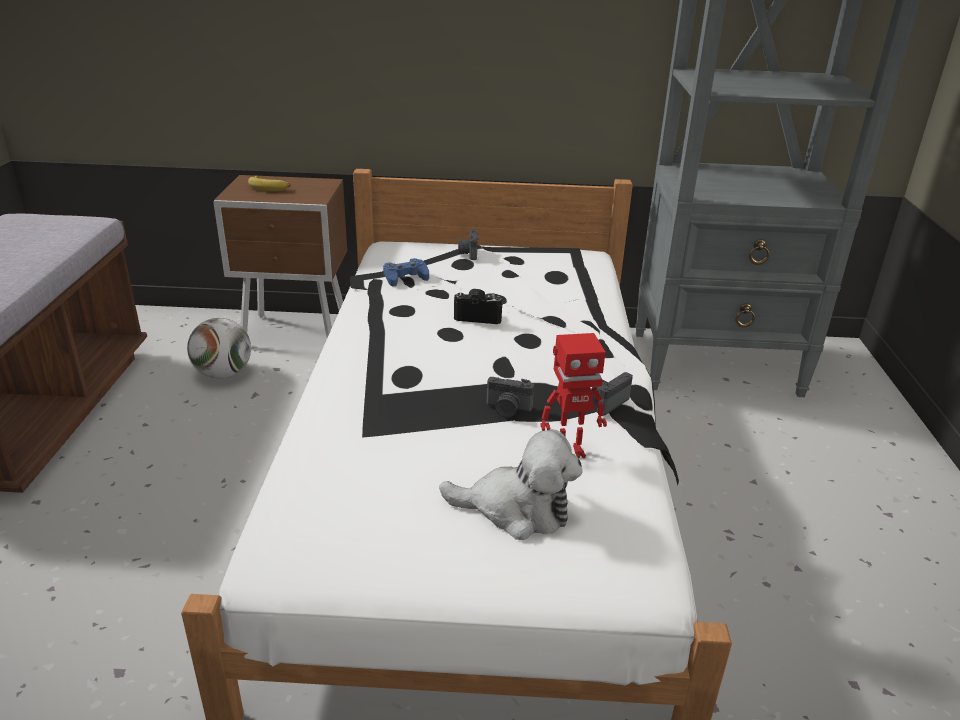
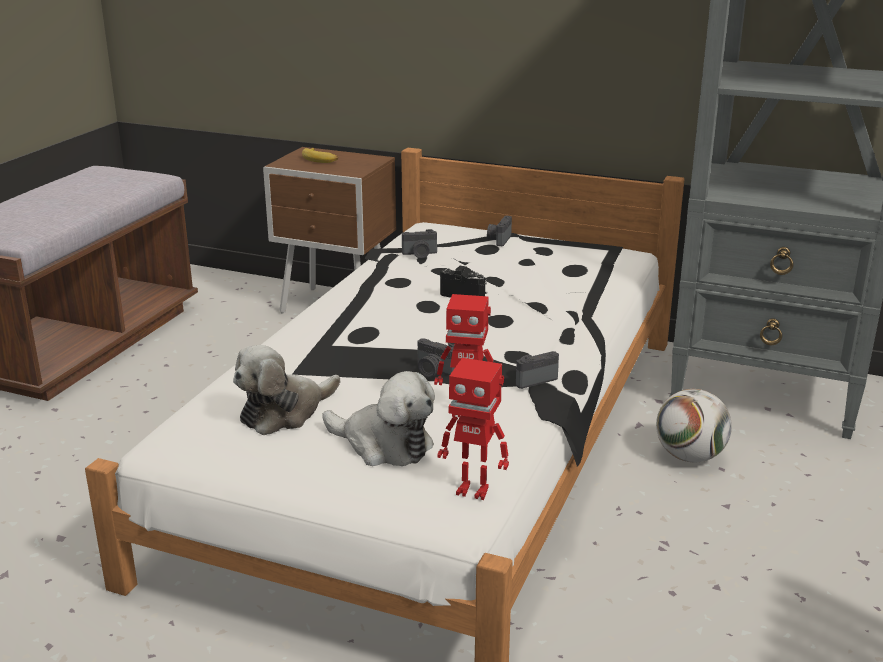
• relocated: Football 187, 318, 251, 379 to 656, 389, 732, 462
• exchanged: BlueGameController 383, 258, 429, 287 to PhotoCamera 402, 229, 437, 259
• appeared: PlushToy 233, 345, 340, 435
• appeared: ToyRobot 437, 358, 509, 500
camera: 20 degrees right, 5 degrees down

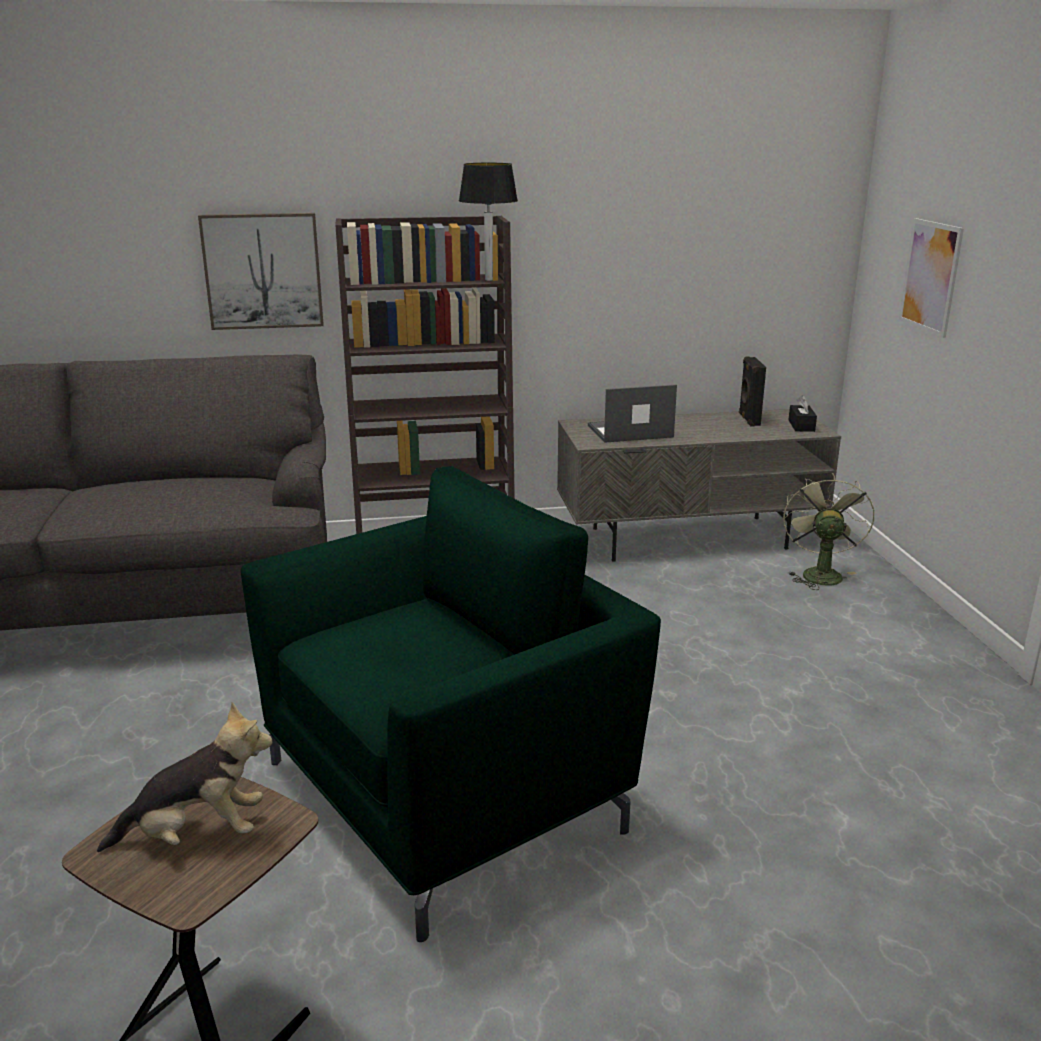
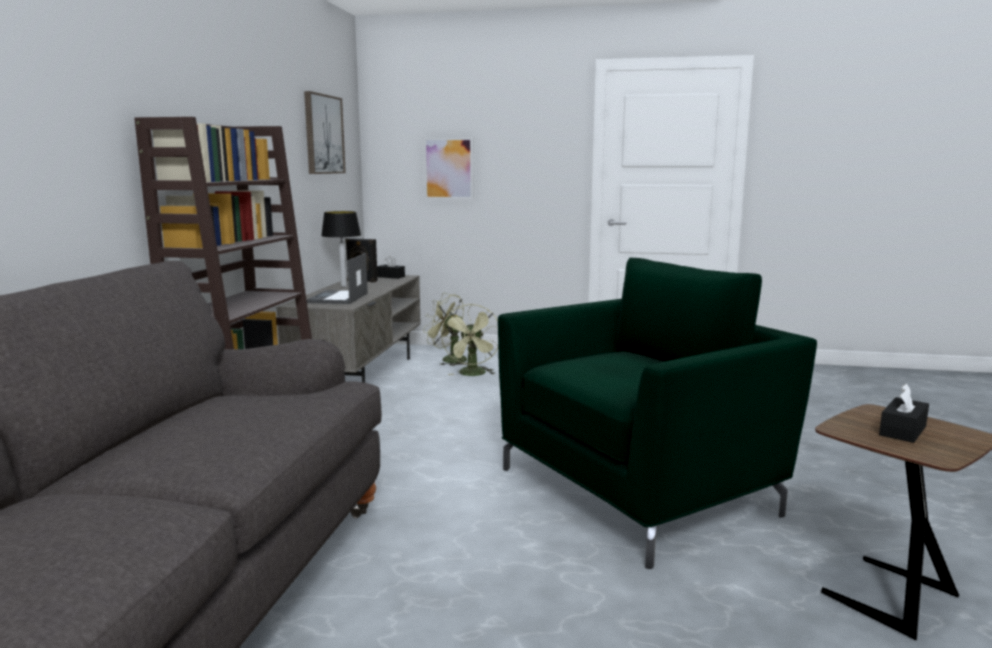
• exchanged: PlushToy 97, 702, 273, 852 to BlackTissueBox 879, 383, 929, 443
• relocated: Picture 198, 213, 324, 330 to 304, 91, 346, 174
• spun: GreenArmchair 241, 466, 661, 942 = 498, 258, 817, 569 75 degrees clockwise
• relocated: TableLamp 459, 163, 518, 281 to 321, 211, 361, 287
• appeared: GreenFan 441, 304, 498, 376
camera: 70 degrees left, 10 degrees down

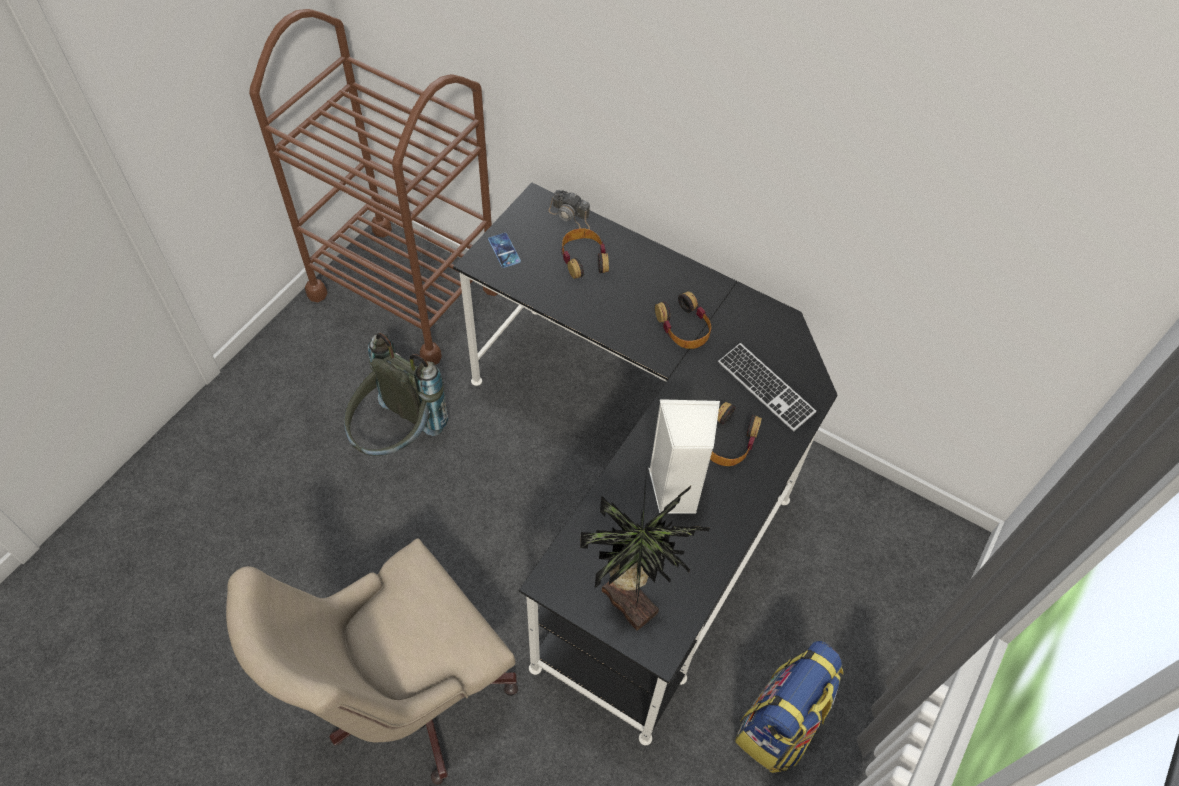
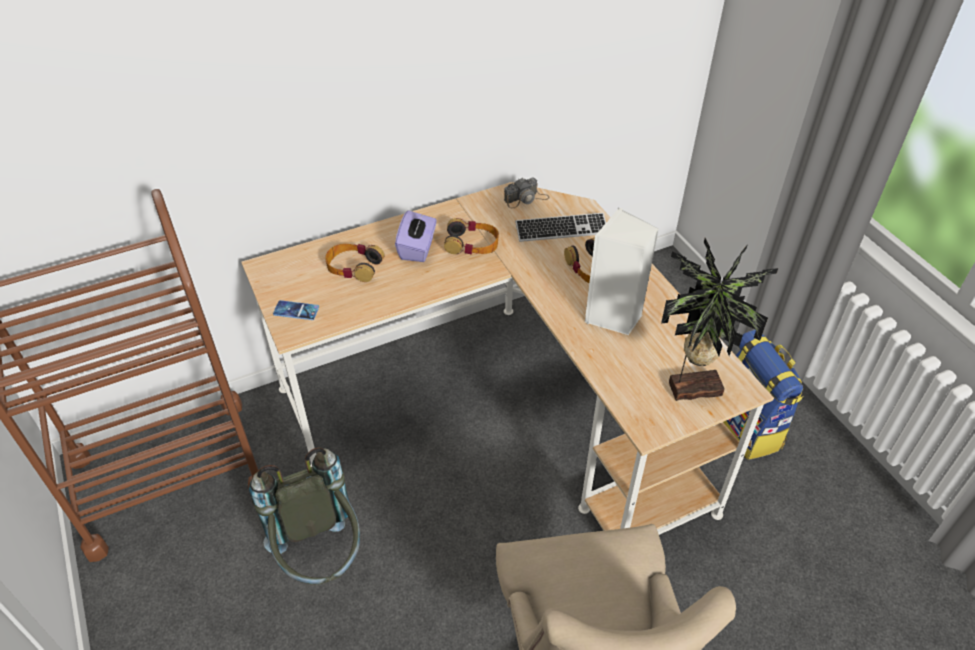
• colour: BlackDesk 453, 182, 837, 745 to BeigeDesk 241, 182, 774, 535
• relocated: PhotoCamera 548, 190, 590, 229 to 504, 177, 550, 208
• appeared: PurpleTissueBox 395, 210, 437, 262
camera: 55 degrees left, 10 degrees down

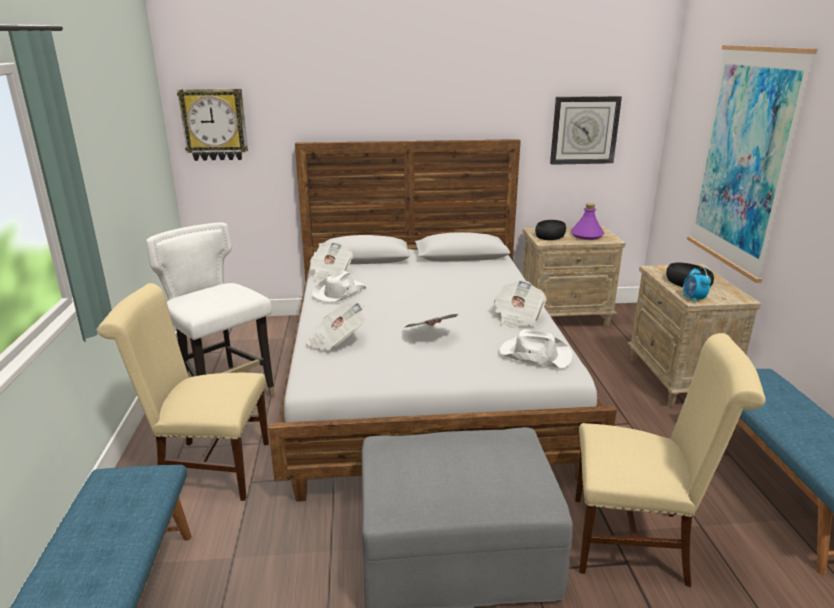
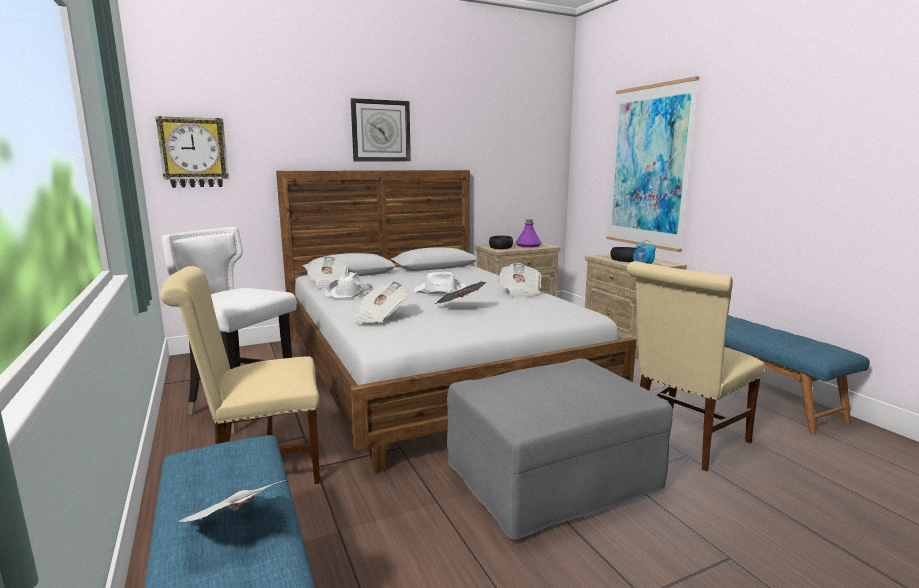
• relocated: WhiteHat 499, 329, 572, 368 to 414, 272, 466, 294
• relocated: WallClock 550, 96, 622, 165 to 351, 98, 411, 162
• spun: BeigeChair 575, 333, 766, 587 = 627, 261, 765, 471 150 degrees clockwise
• appeared: Newspaper 179, 480, 286, 522
camera: 20 degrees left, 10 degrees down

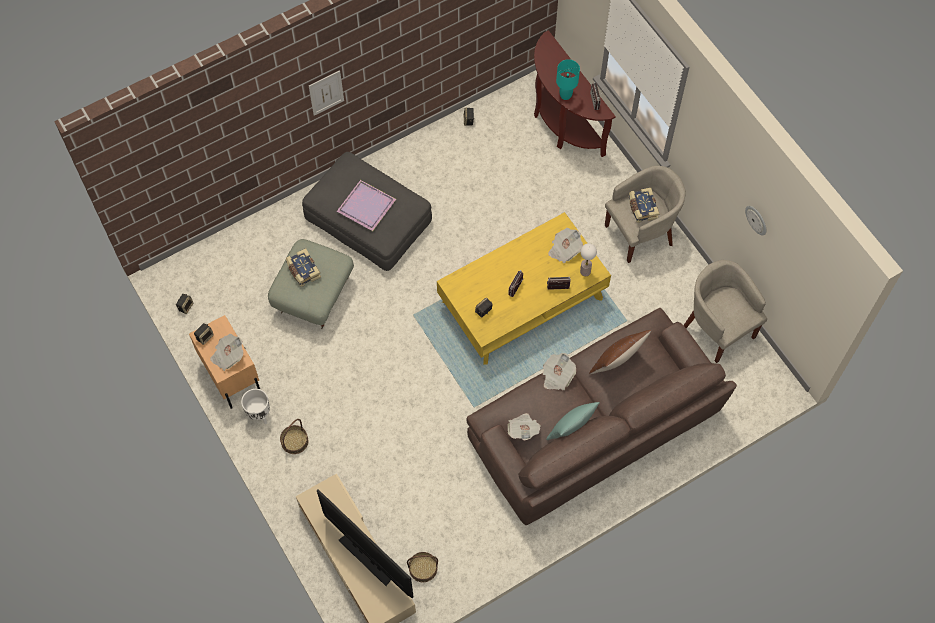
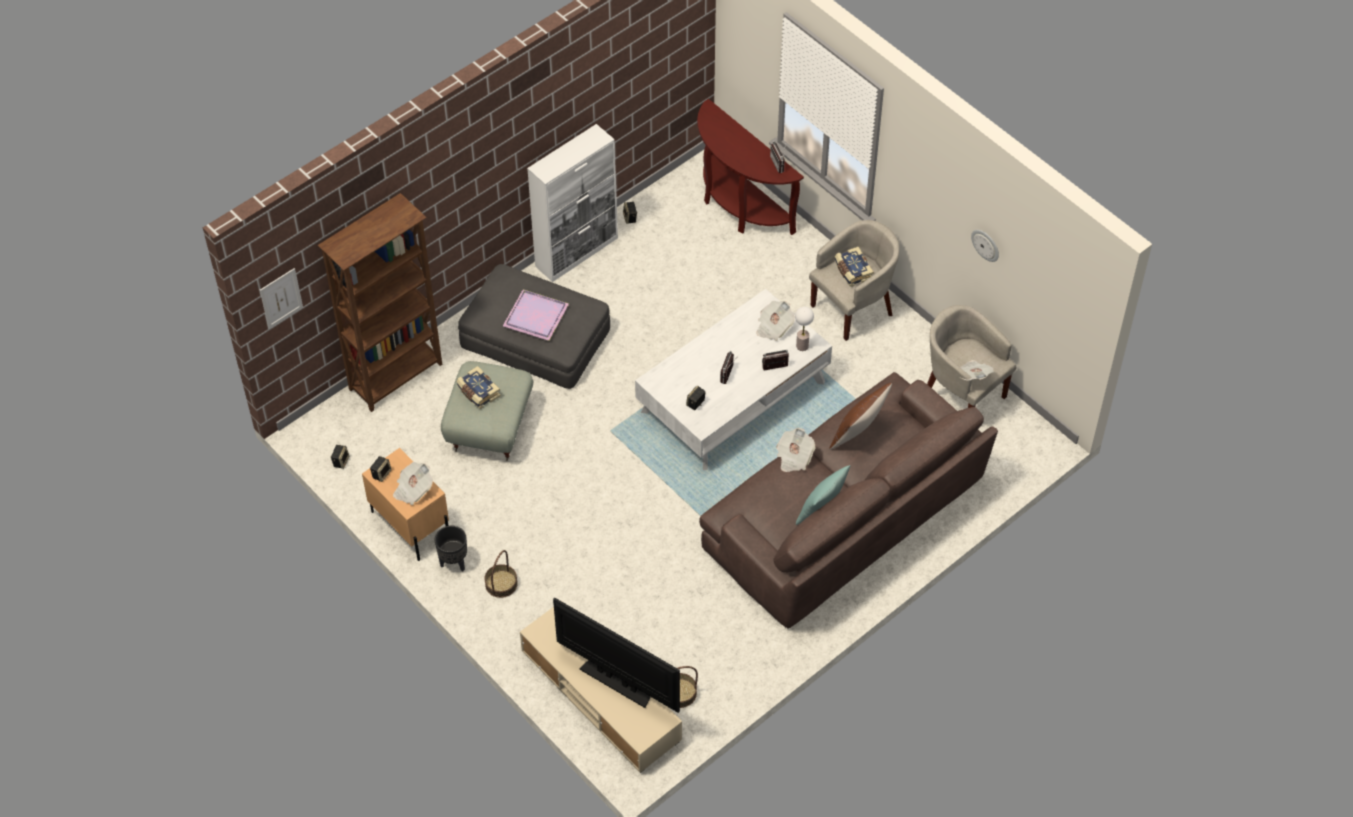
• colour: WhitePlanter 241, 389, 270, 424 to BlackPlanter 435, 526, 467, 572
• relocated: Picture 309, 70, 344, 116 to 260, 268, 303, 329
• colour: YellowCoffeeTable 437, 212, 611, 365 to WhiteCoffeeTable 635, 289, 832, 470
• relocated: Newspaper 508, 413, 541, 440 to 960, 360, 994, 380
• missing: TurquoiseTableLamp 556, 59, 580, 100
• appeared: BrownBookcase 318, 193, 442, 412
• appeared: WhiteCabinet 527, 124, 618, 282
camera: 10 degrees left, 10 degrees down

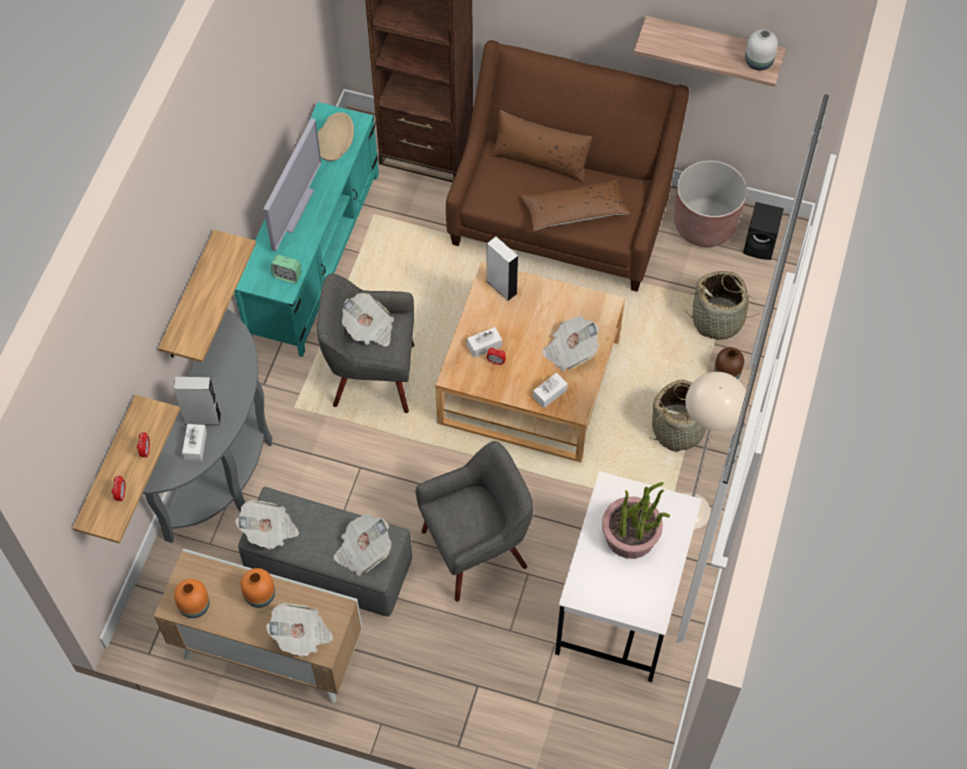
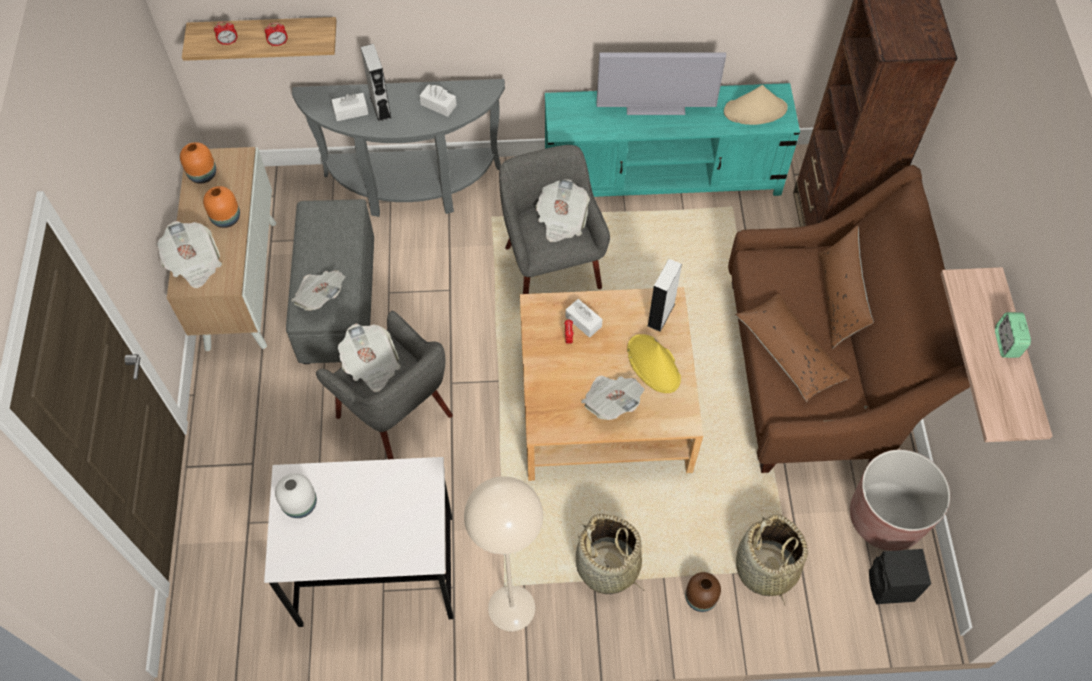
• missing: Shelf 158, 230, 256, 362
• relocated: Newspaper 235, 500, 299, 550 to 338, 324, 401, 392
• relocated: AlarmClock 271, 255, 302, 284 to 995, 312, 1031, 358
• relocated: WhiteTissueBox 533, 373, 568, 408 to 419, 84, 457, 117
• missing: PottedPlant 602, 482, 670, 559
• relocated: WhiteVase 745, 29, 778, 70 to 275, 473, 317, 518
• appeared: YellowHat 627, 334, 681, 393
camera: 70 degrees right, 0 degrees up

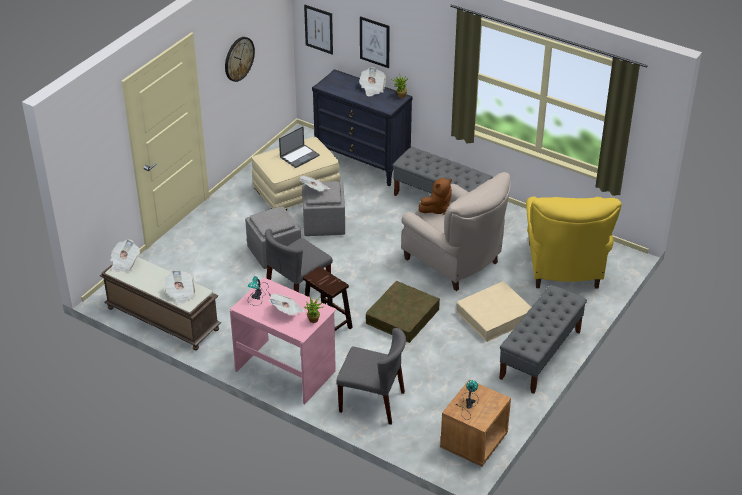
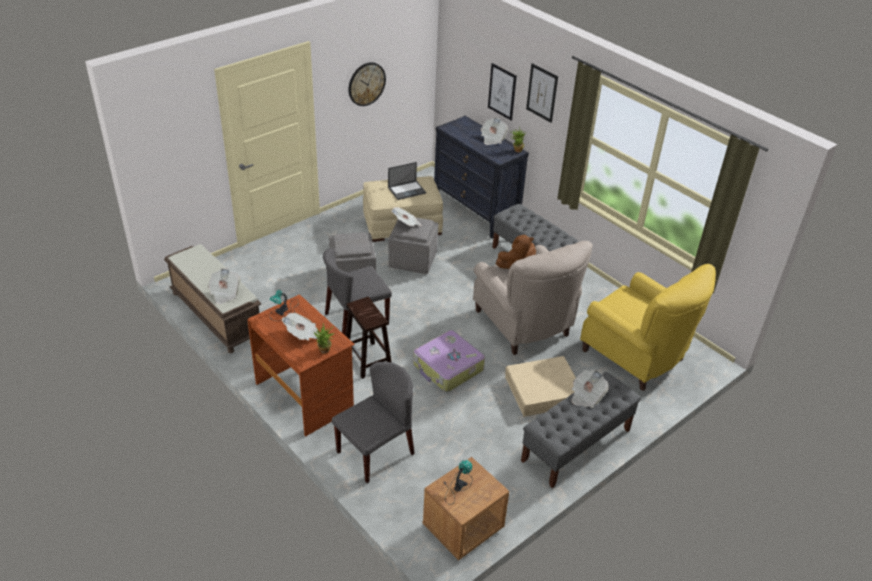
• relocated: Newspaper 110, 239, 140, 272 to 571, 370, 609, 408
• colour: PinkDesk 230, 278, 336, 404 to BrownDesk 247, 294, 354, 436
• relocated: Picture 304, 5, 333, 55 to 526, 63, 558, 123
• spun: GreyChair 336, 328, 406, 425 = 332, 362, 415, 483 75 degrees counterclockwise
• exchanged: BrownStorageBox 366, 281, 440, 343 to Suitcase 413, 330, 485, 392
• spun: YellowArmchair 526, 197, 622, 289 = 580, 264, 716, 391 60 degrees counterclockwise
camera: 15 degrees right, 0 degrees up

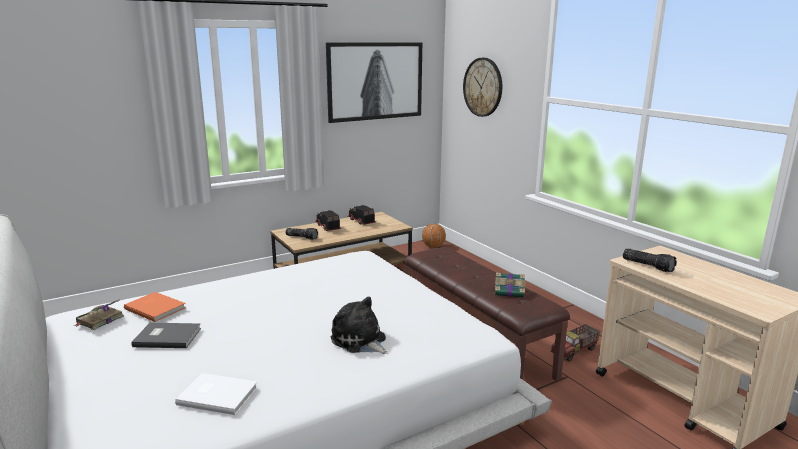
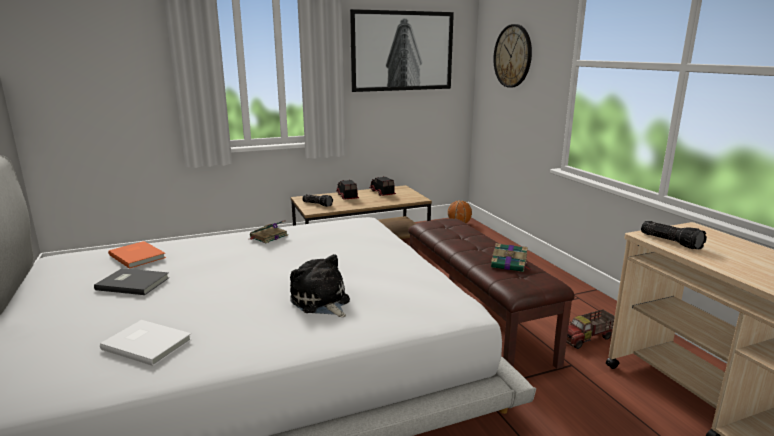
• relocated: Book 74, 299, 124, 330 to 250, 220, 288, 244
camera: 10 degrees right, 0 degrees up

